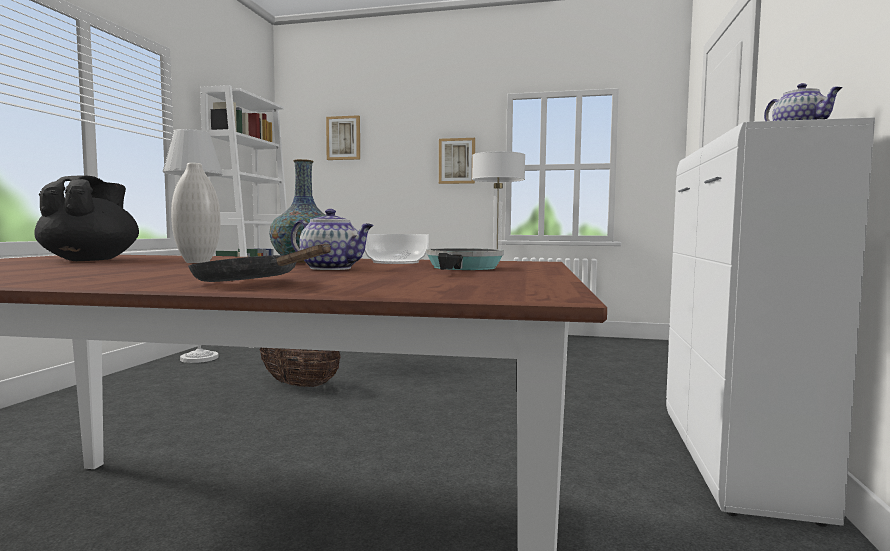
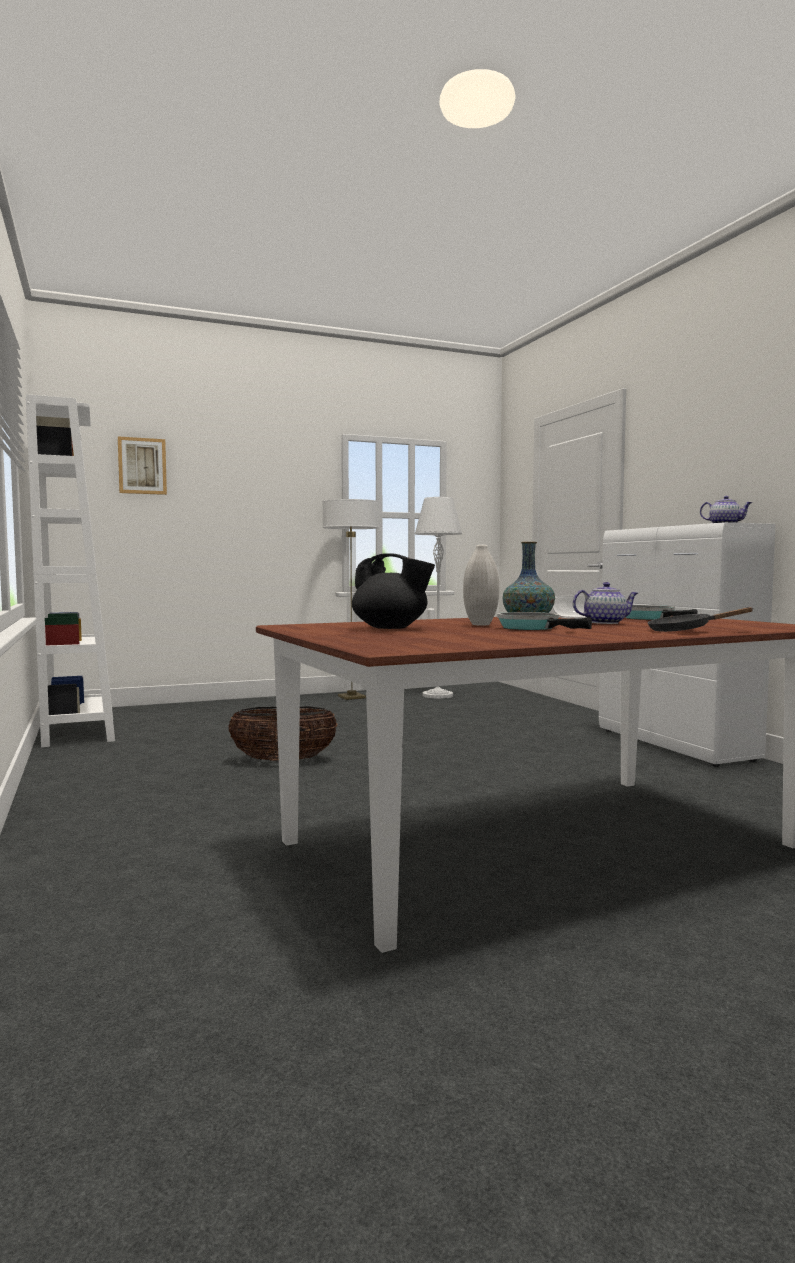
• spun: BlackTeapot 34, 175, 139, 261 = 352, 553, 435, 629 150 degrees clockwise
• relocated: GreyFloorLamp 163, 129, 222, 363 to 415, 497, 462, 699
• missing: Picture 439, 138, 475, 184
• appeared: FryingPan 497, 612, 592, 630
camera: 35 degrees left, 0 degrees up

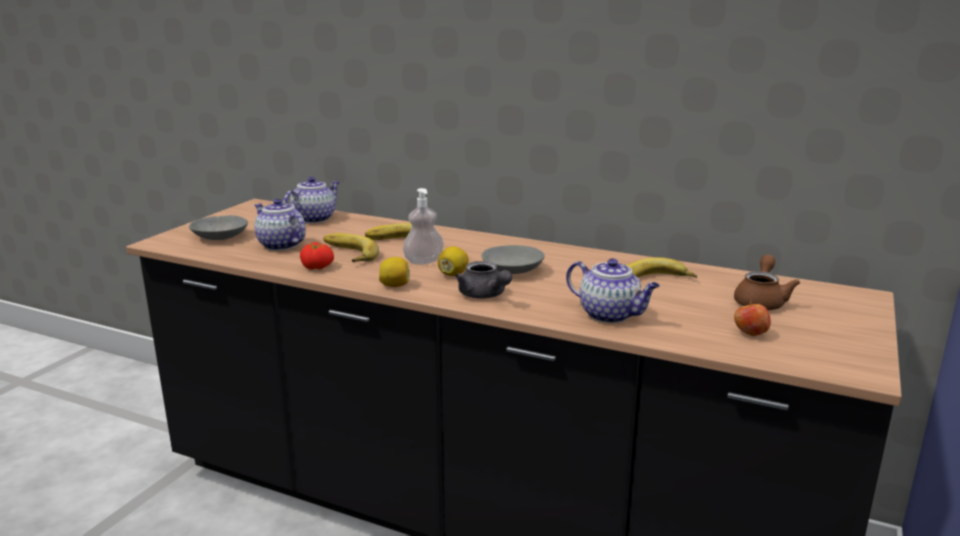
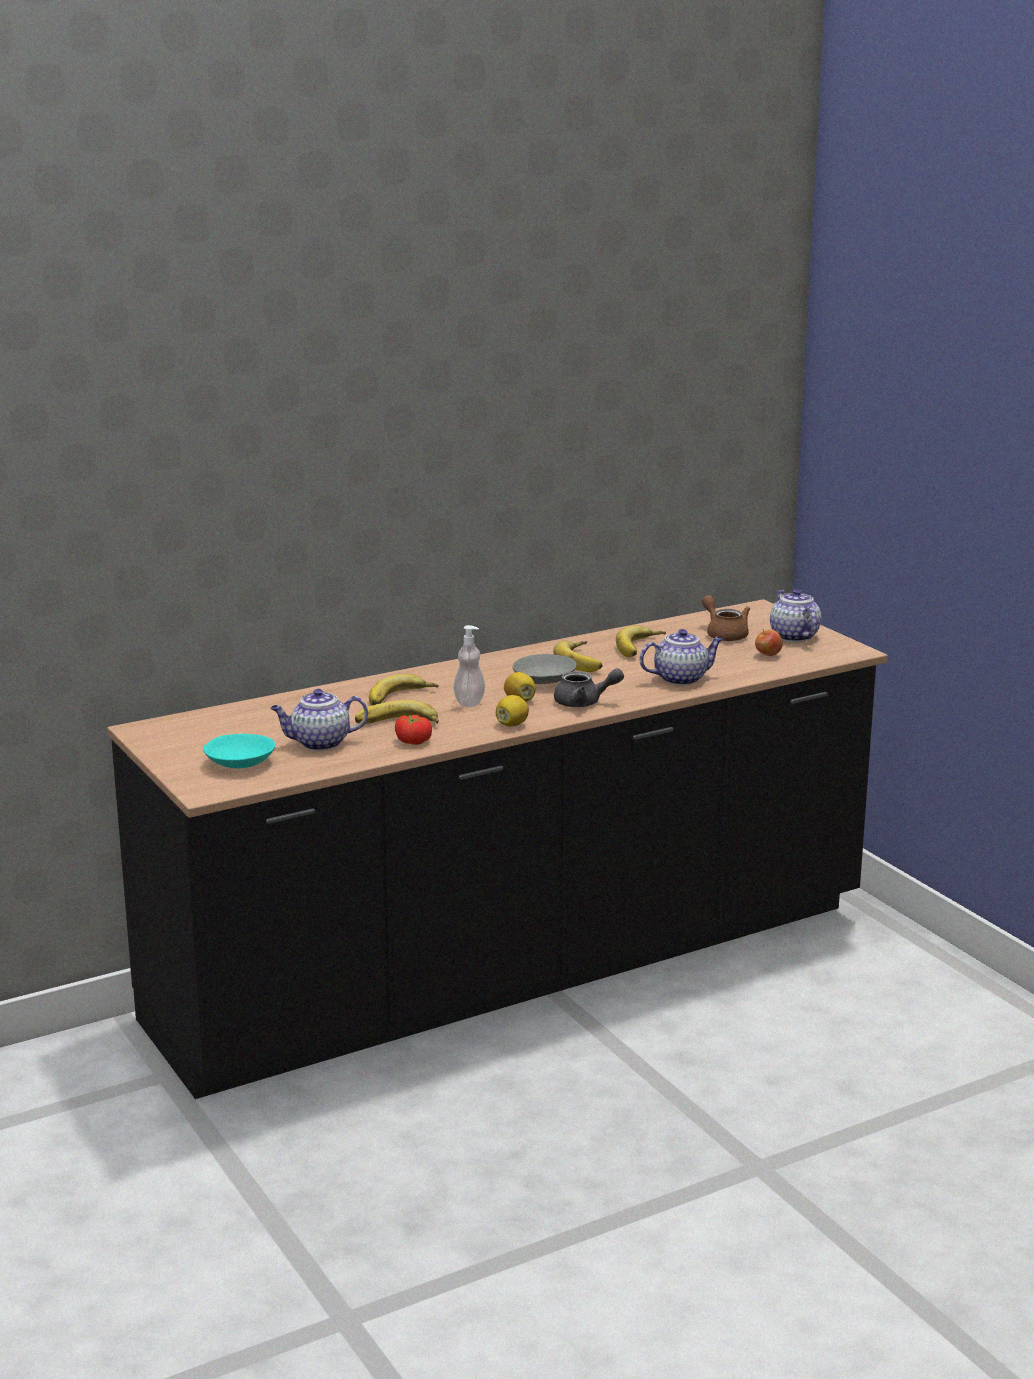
• colour: GreyBowl 189, 215, 248, 240 to TurquoiseBowl 203, 734, 275, 768
• relocated: Teapot 283, 177, 340, 223 to 770, 589, 821, 642
• appeared: Banana 553, 640, 602, 672
camera: 55 degrees left, 0 degrees up

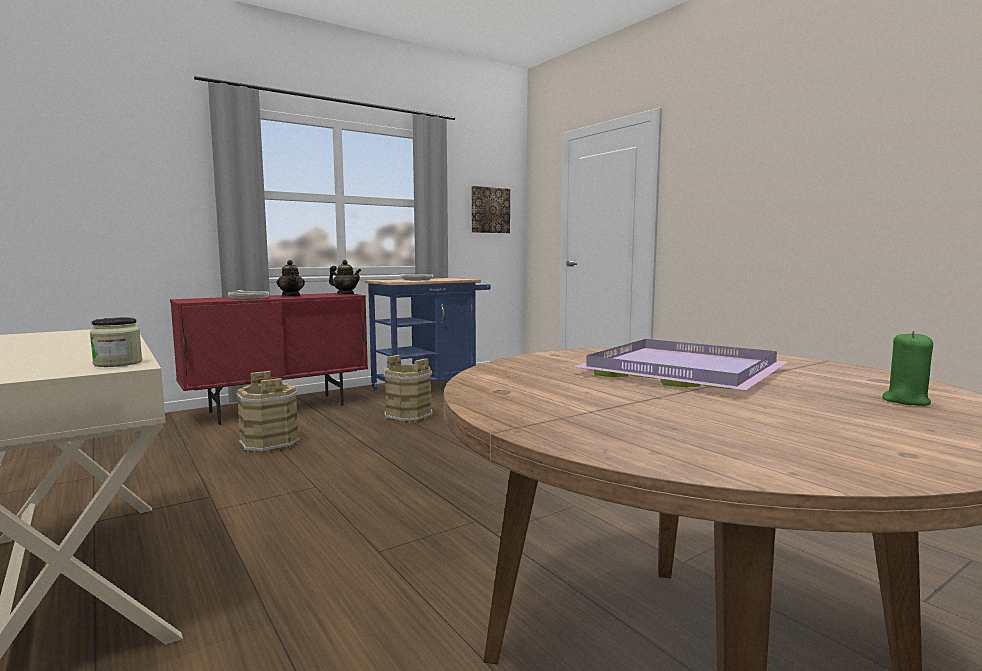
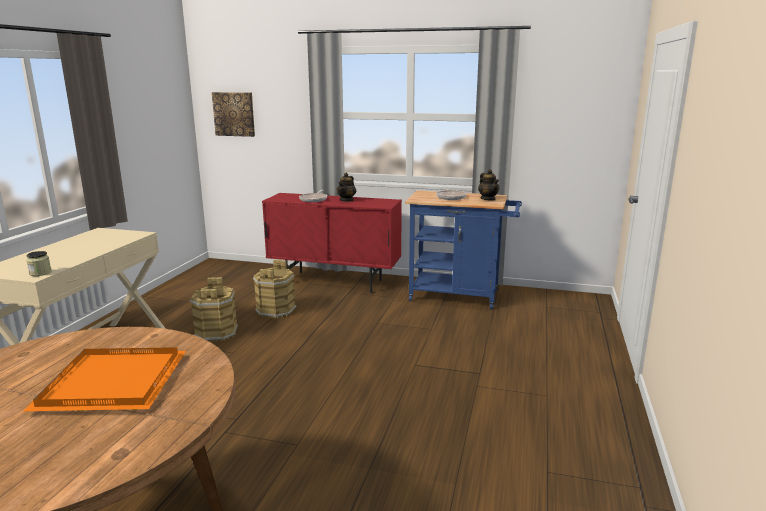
• relocated: Teapot 329, 260, 361, 294 to 478, 169, 500, 201
• relocated: BrownBucket 384, 355, 433, 424 to 190, 277, 238, 342
• relocated: Picture 471, 186, 510, 233 to 212, 92, 255, 137
• colour: PurpleTray 573, 339, 789, 390 to OrangeTray 23, 347, 186, 411
• missing: GreenCandle 882, 331, 933, 406
camera: 50 degrees right, 10 degrees up

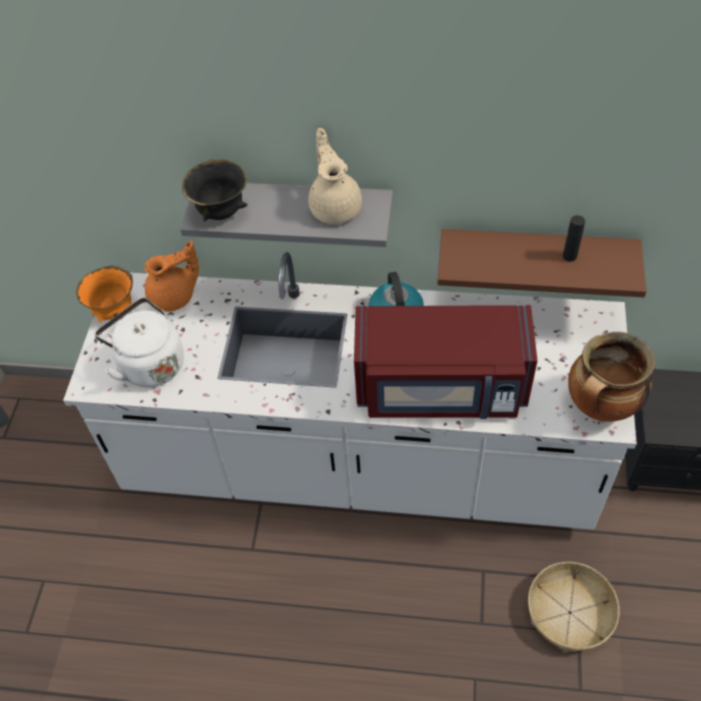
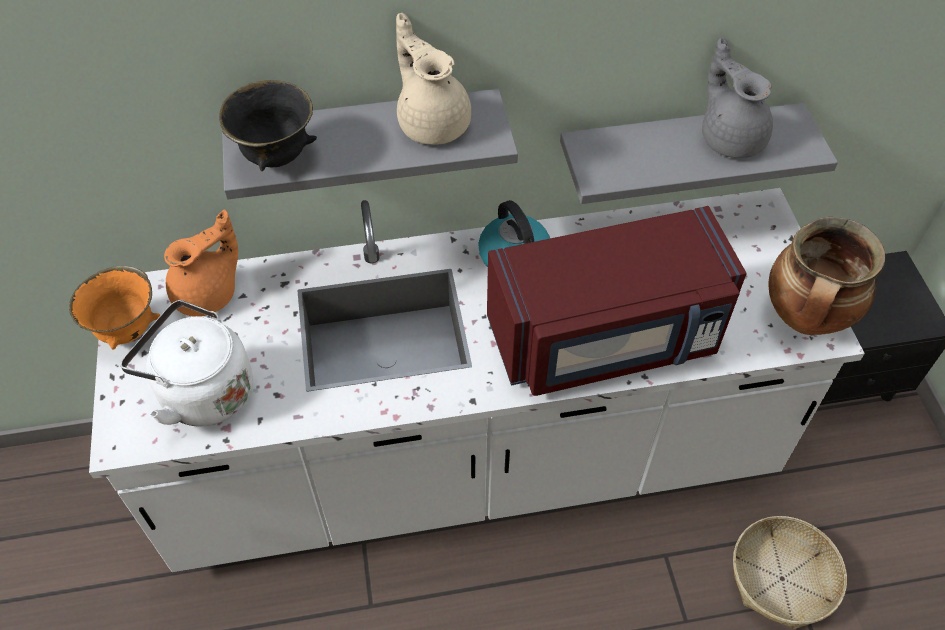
• colour: BrownShelf 437, 229, 647, 297 to GreyShelf 560, 103, 838, 204
• exchanged: BlackBottle 563, 215, 585, 262 to GreyTeapot 702, 37, 773, 158
camera: 20 degrees left, 0 degrees up

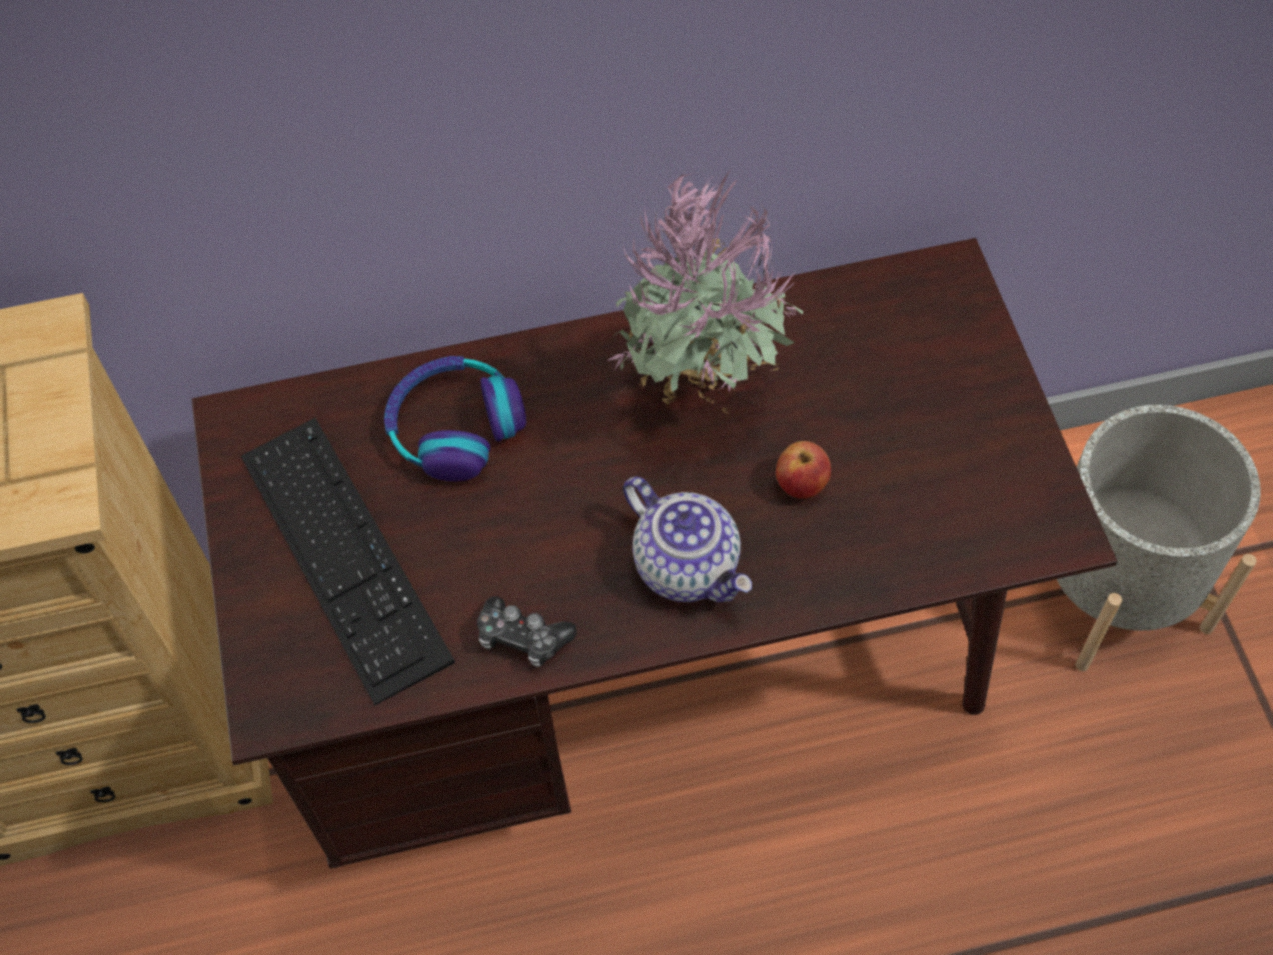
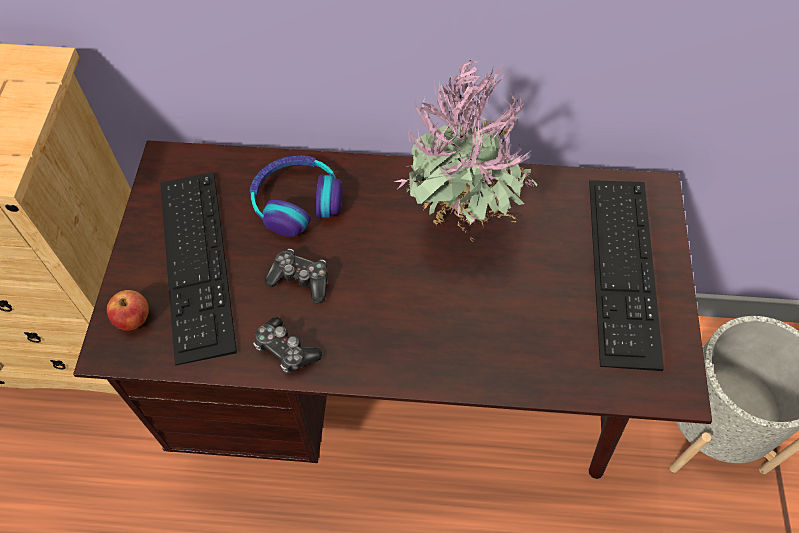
• missing: Teapot 623, 476, 752, 602
• relocated: Apple 776, 441, 831, 499 to 107, 290, 149, 330
• appeared: GameController 265, 249, 328, 304
• appeared: Keyboard 589, 180, 664, 371
camera: 15 degrees right, 0 degrees up

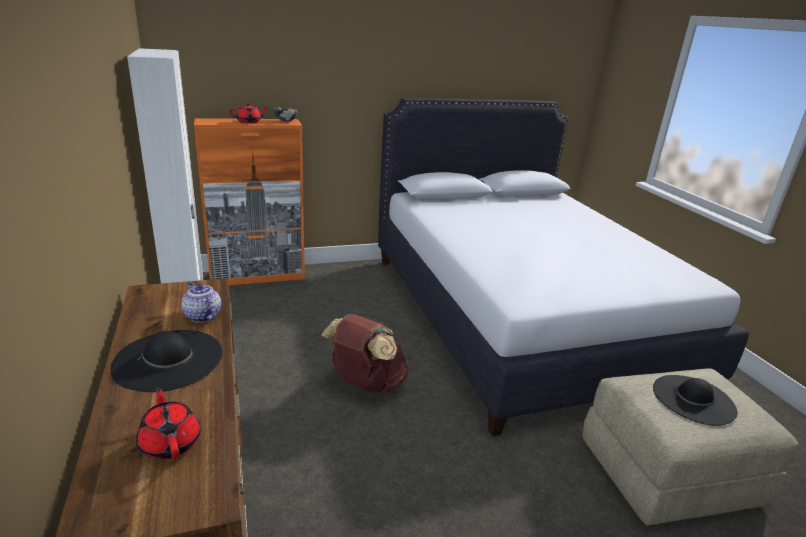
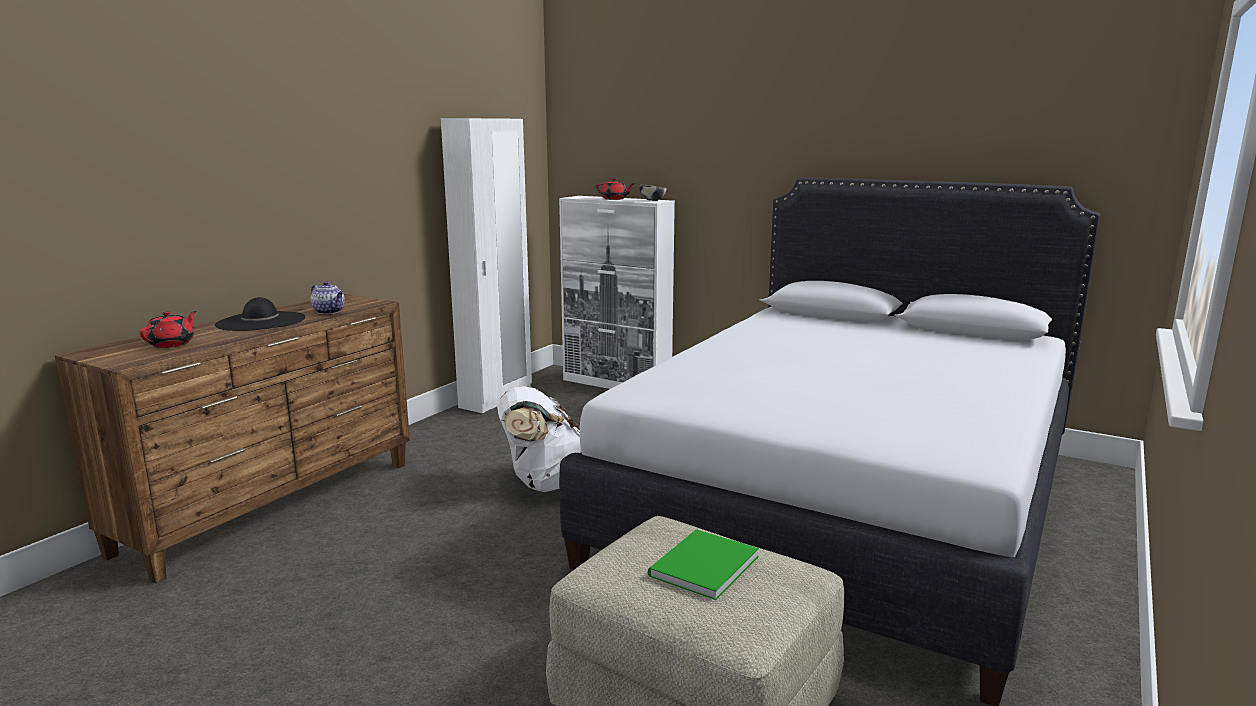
• spun: Teapot 182, 281, 221, 323 = 311, 281, 345, 314 120 degrees clockwise
• colour: OrangeCabinet 194, 118, 305, 285 to WhiteCabinet 559, 196, 675, 389
• colour: BrownBackpack 321, 314, 408, 393 to WhiteBackpack 497, 386, 581, 492
• exchanged: BlackHat 653, 375, 738, 426 to GreenBook 648, 529, 759, 600
camera: 50 degrees right, 10 degrees down

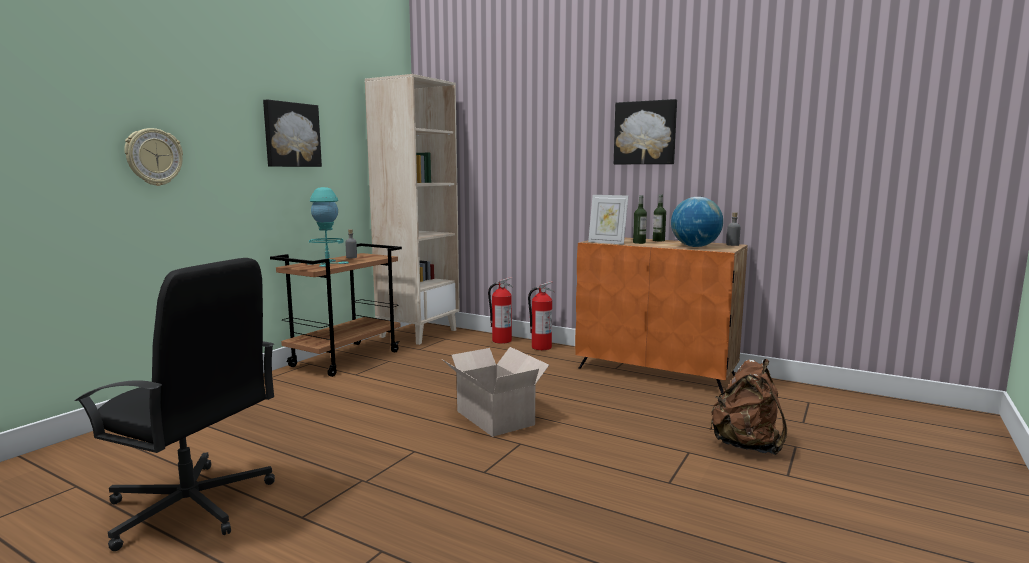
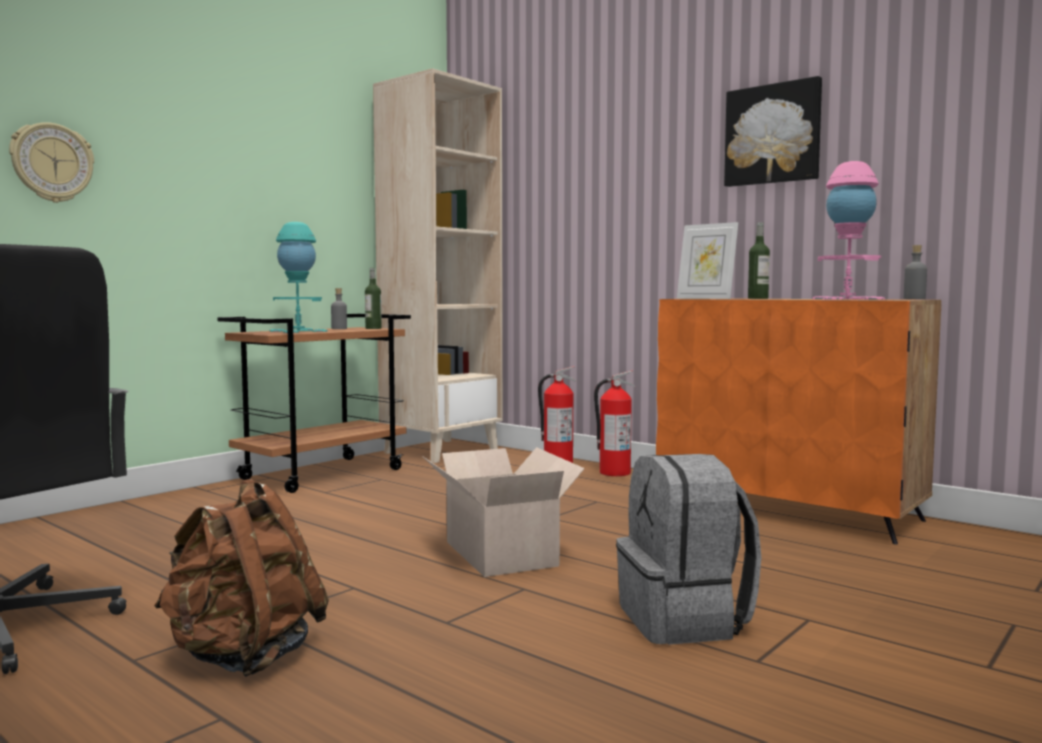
• missing: Picture 263, 100, 322, 167
• relocated: Bottle 653, 194, 666, 241 to 365, 268, 382, 329
• exchanged: Globe 671, 197, 723, 247 to PinkTableLamp 812, 161, 885, 300
• relocated: BrownBackpack 710, 359, 787, 455 to 154, 479, 329, 677
• appeared: GreyBackpack 616, 454, 761, 645
camera: 10 degrees right, 5 degrees down

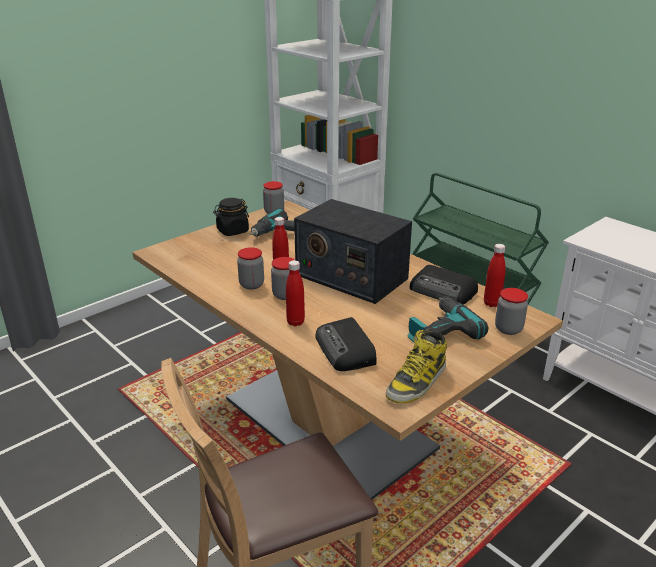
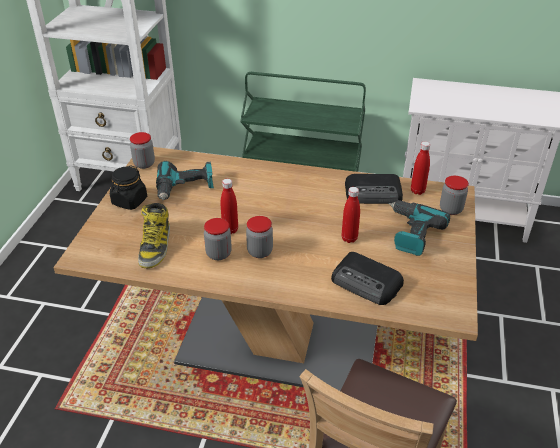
• relocated: RedBottle 286, 260, 305, 326 to 342, 187, 360, 243
• missing: Radio 294, 199, 412, 304
• relocated: Boot 386, 330, 447, 403 to 138, 203, 170, 268
camera: 35 degrees left, 10 degrees up

